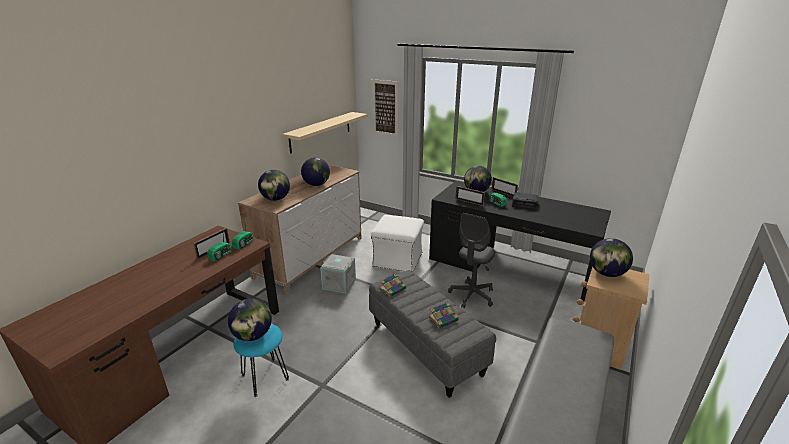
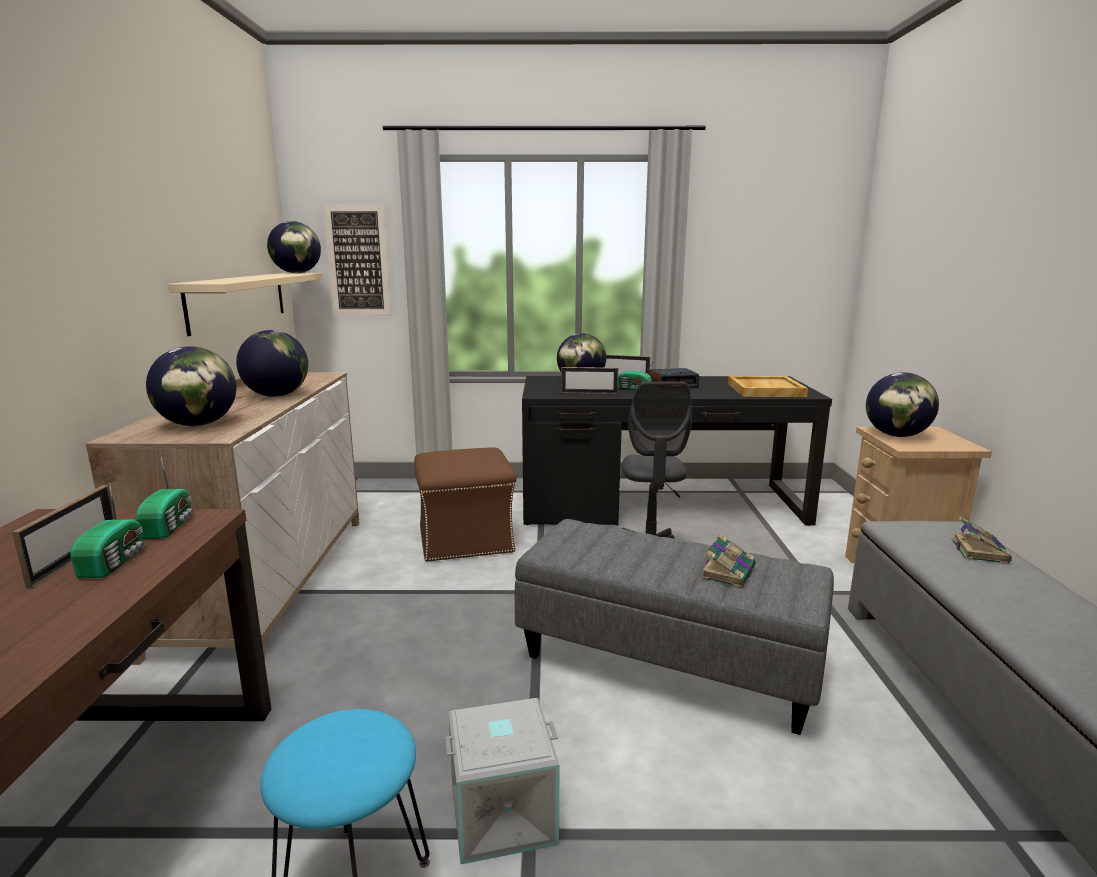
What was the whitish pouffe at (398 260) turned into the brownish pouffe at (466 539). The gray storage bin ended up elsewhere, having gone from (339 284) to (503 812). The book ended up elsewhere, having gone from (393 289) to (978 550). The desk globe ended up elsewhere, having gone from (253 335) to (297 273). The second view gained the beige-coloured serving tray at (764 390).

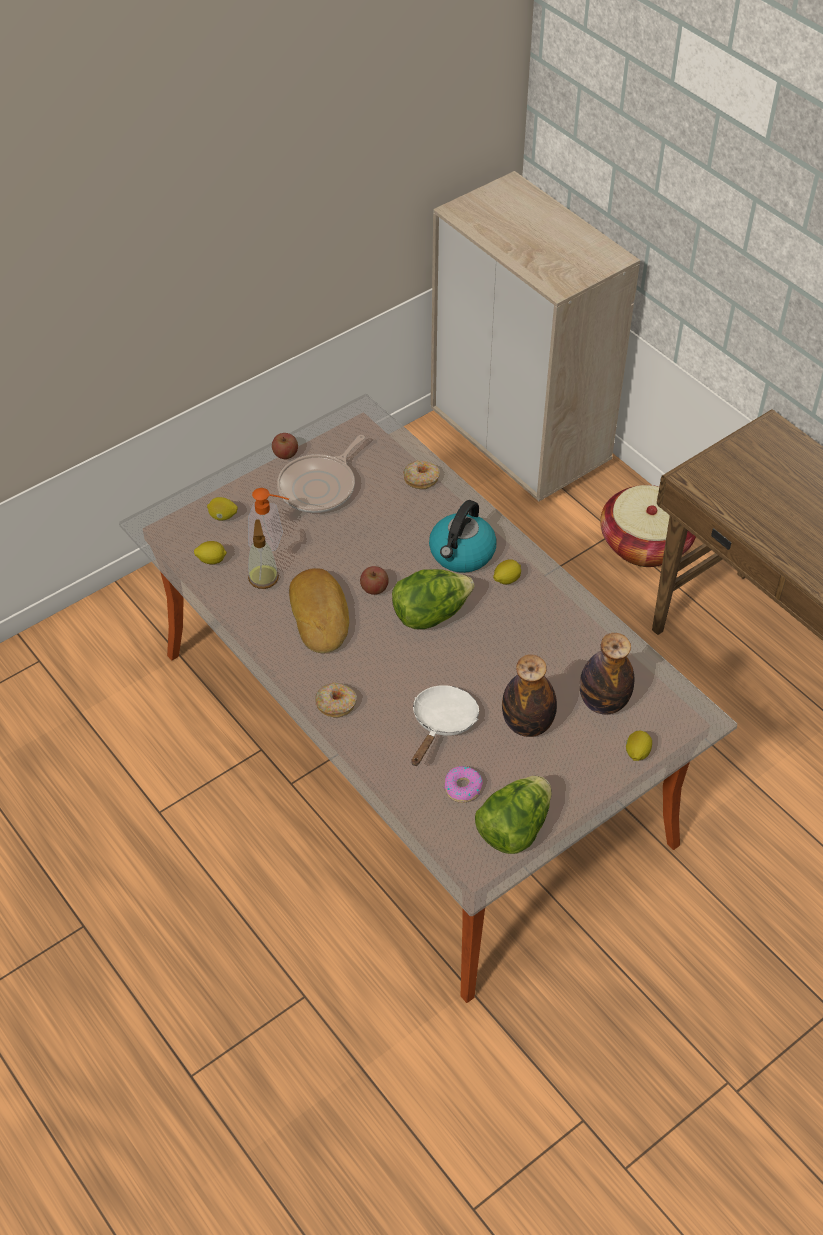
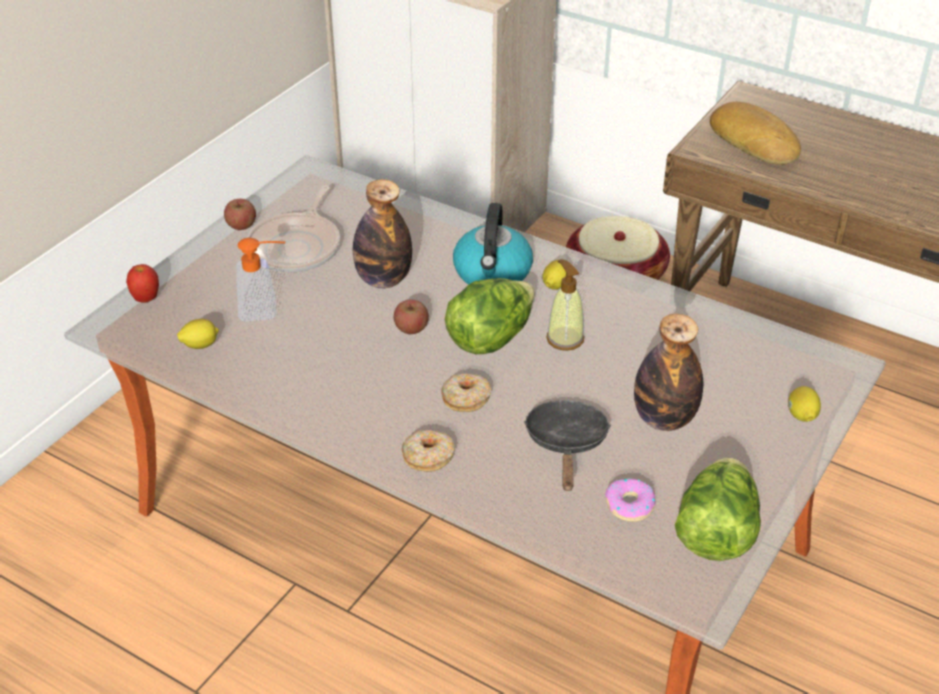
The doughnut ended up elsewhere, having gone from (421 478) to (466 398). The second view lost the citrus fruit at (223 517). The liquid soap bottle ended up elsewhere, having gone from (263 577) to (565 339). The bread ended up elsewhere, having gone from (321 615) to (755 141). The beverage bottle ended up elsewhere, having gone from (603 702) to (383 279). What was the whitish skillet at (442 723) turned into the black-coloured skillet at (566 444). The second view gained the whole apple at (146 299).

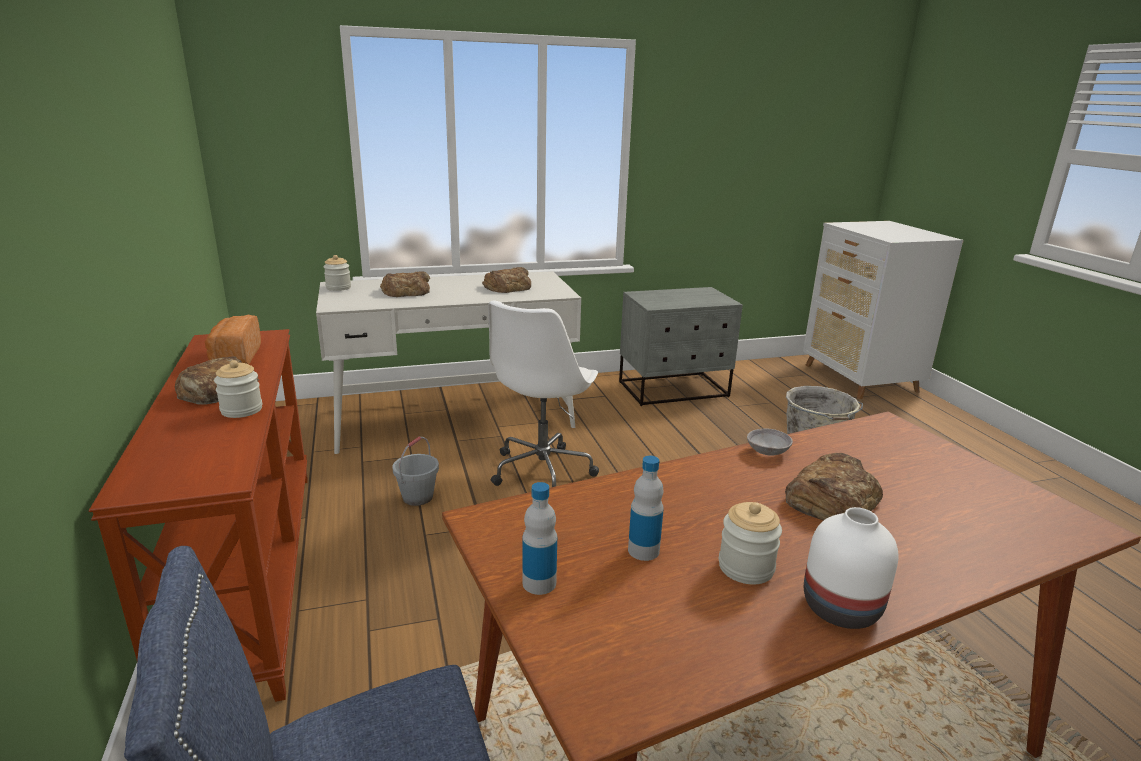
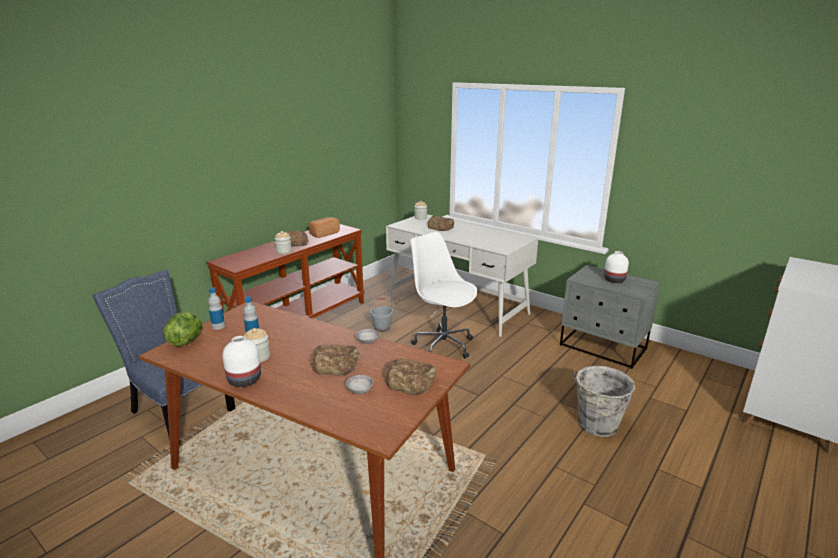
The bread ended up elsewhere, having gone from (508 287) to (410 381). The whitish office chair at (541 472) ended up facing another way, 60 degrees clockwise from before. The second view gained the whitish vase at (613 280). The second view gained the lettuce at (186 341). The second view gained the gray deep dish at (360 390).

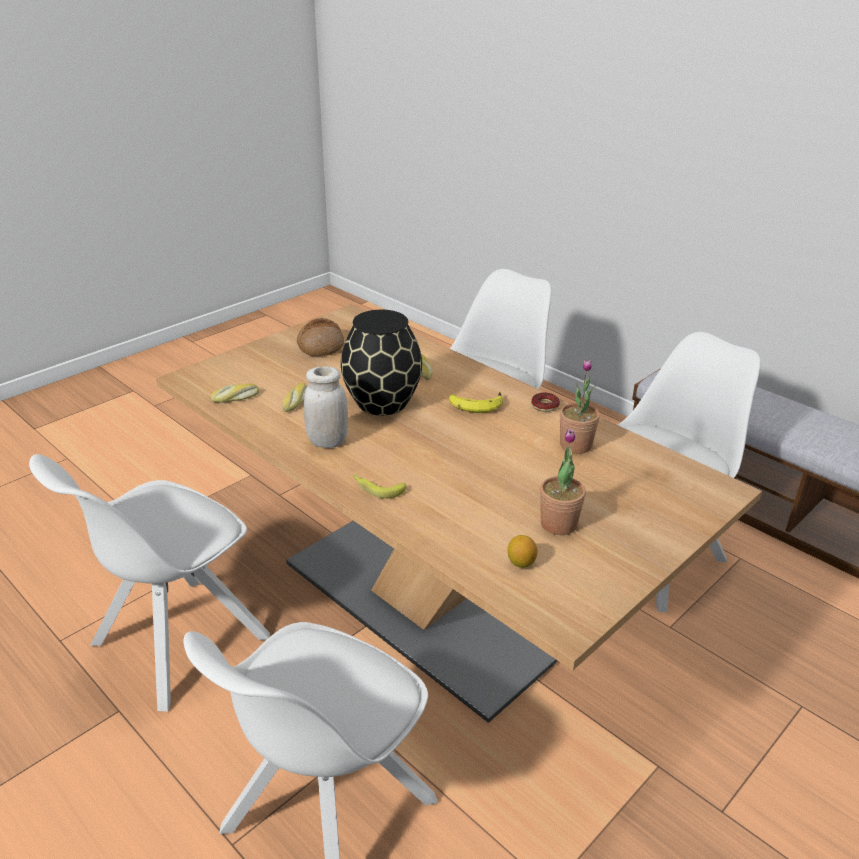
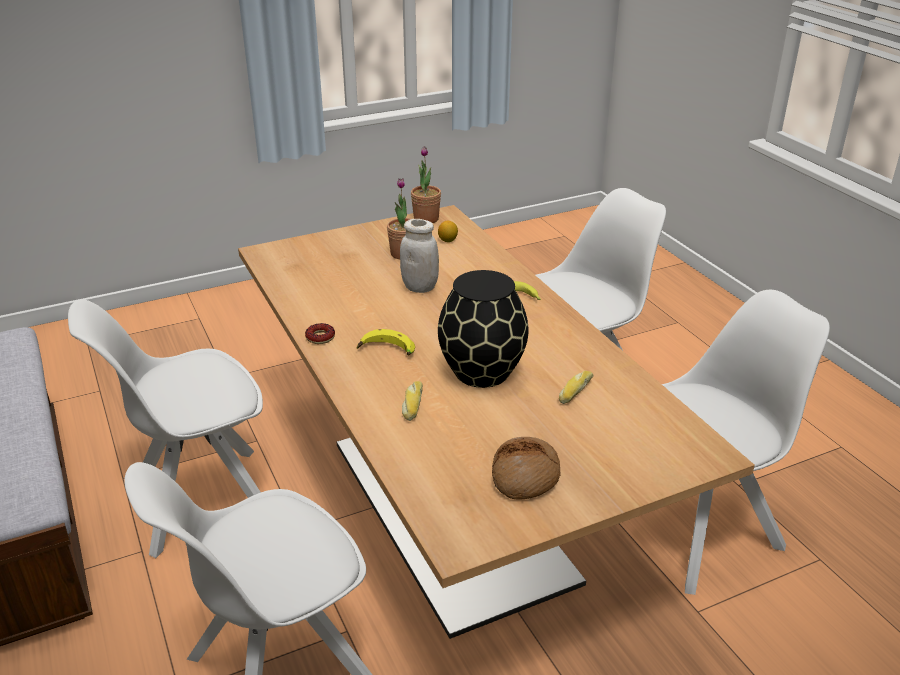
The potted plant ended up elsewhere, having gone from (575 445) to (426 219). The whitish jar ended up elsewhere, having gone from (327 441) to (420 287). The second view lost the bread at (235 398).

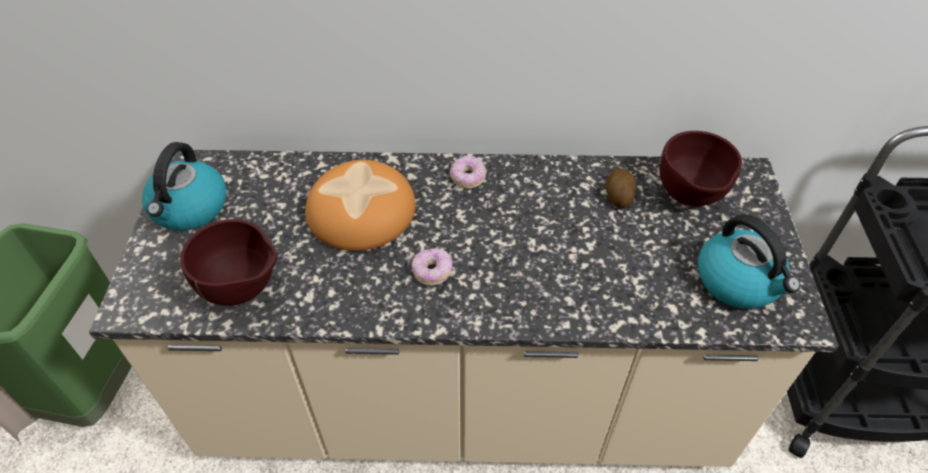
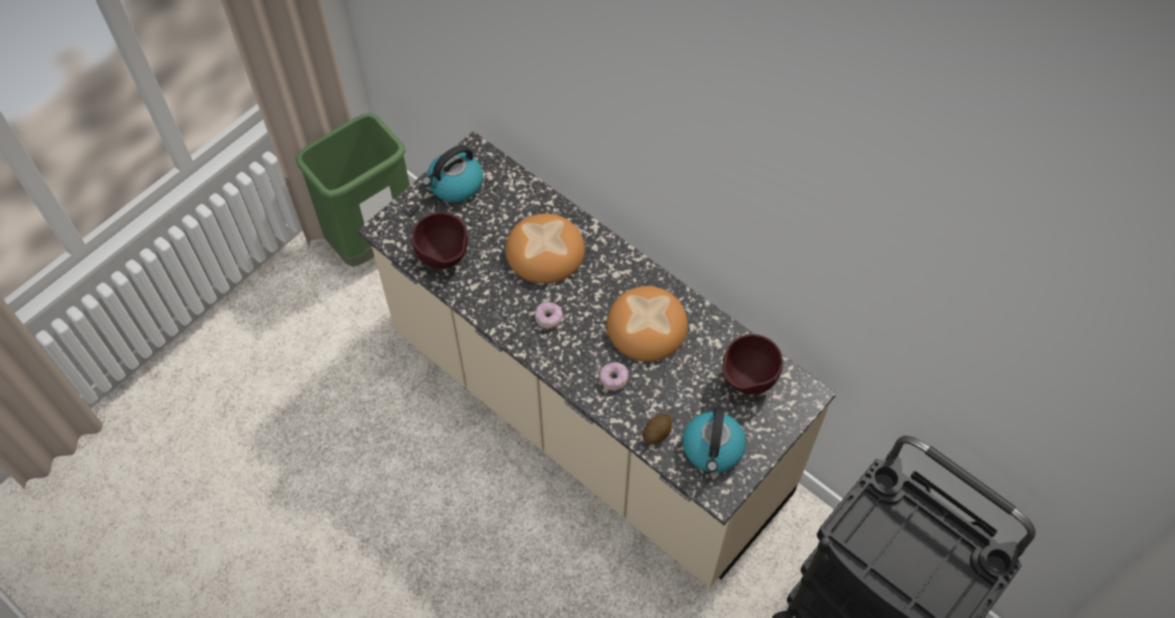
The doughnut ended up elsewhere, having gone from (467 178) to (613 379). The potato ended up elsewhere, having gone from (618 196) to (657 433). The second view gained the bread at (646 326).

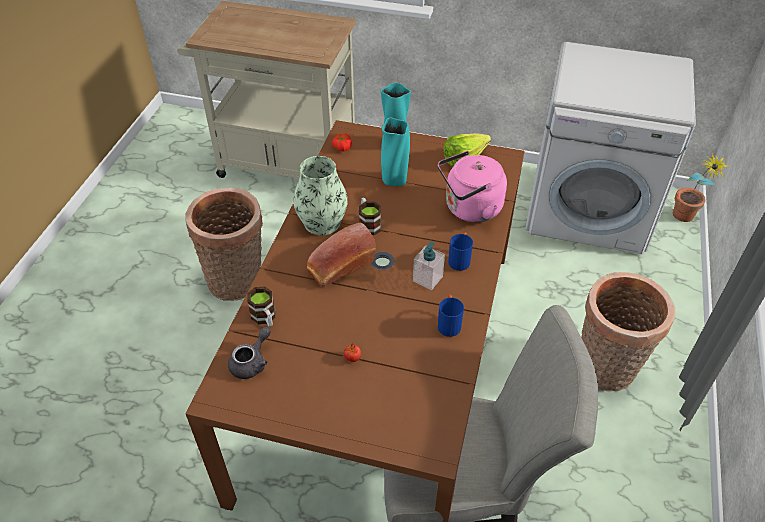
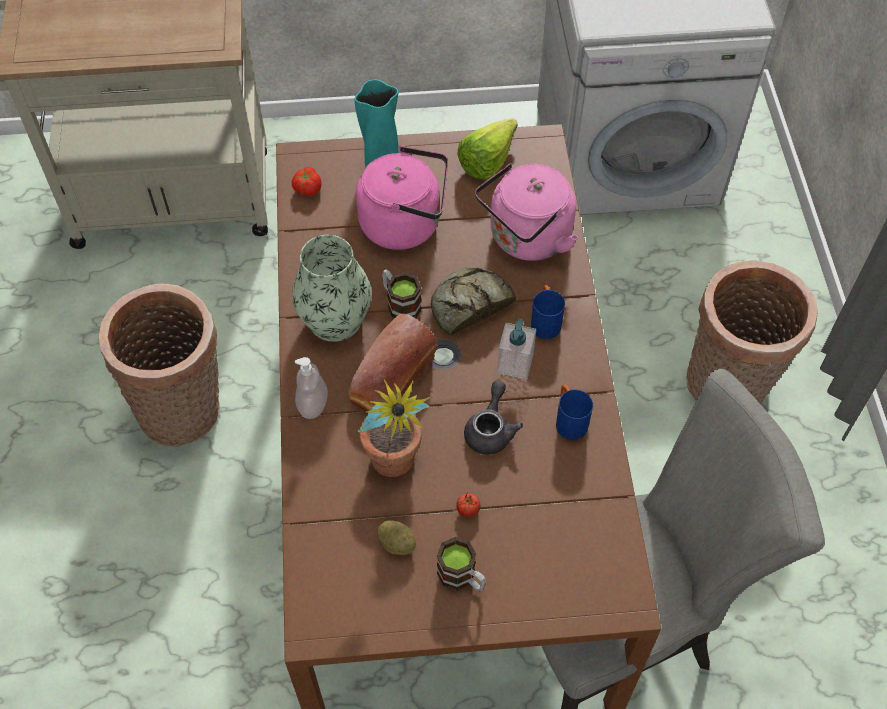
Where the turquoise vase stood at (394 181), the pinkish water kettle came to stand at (406 224). The potted plant ended up elsewhere, having gone from (684 219) to (395 470). The tea mug ended up elsewhere, having gone from (265 318) to (462 577). The gray teapot ended up elsewhere, having gone from (252 362) to (490 430). The second view gained the bread at (469 304). The second view gained the liquid soap bottle at (313 404). The second view gained the potato at (396 544).

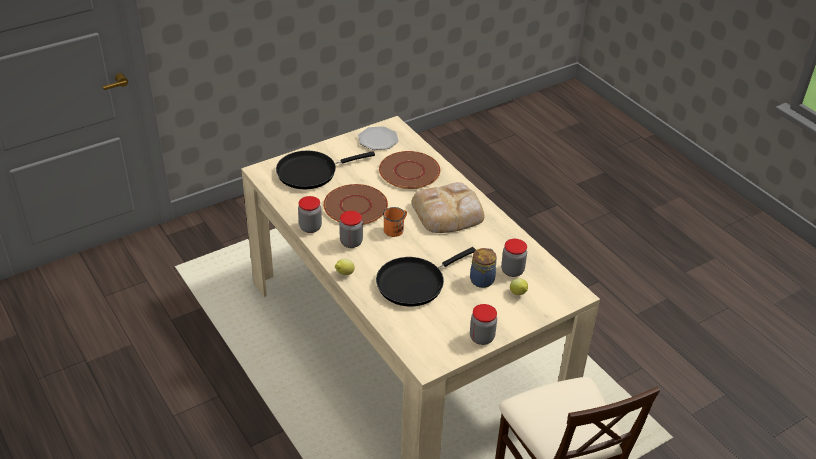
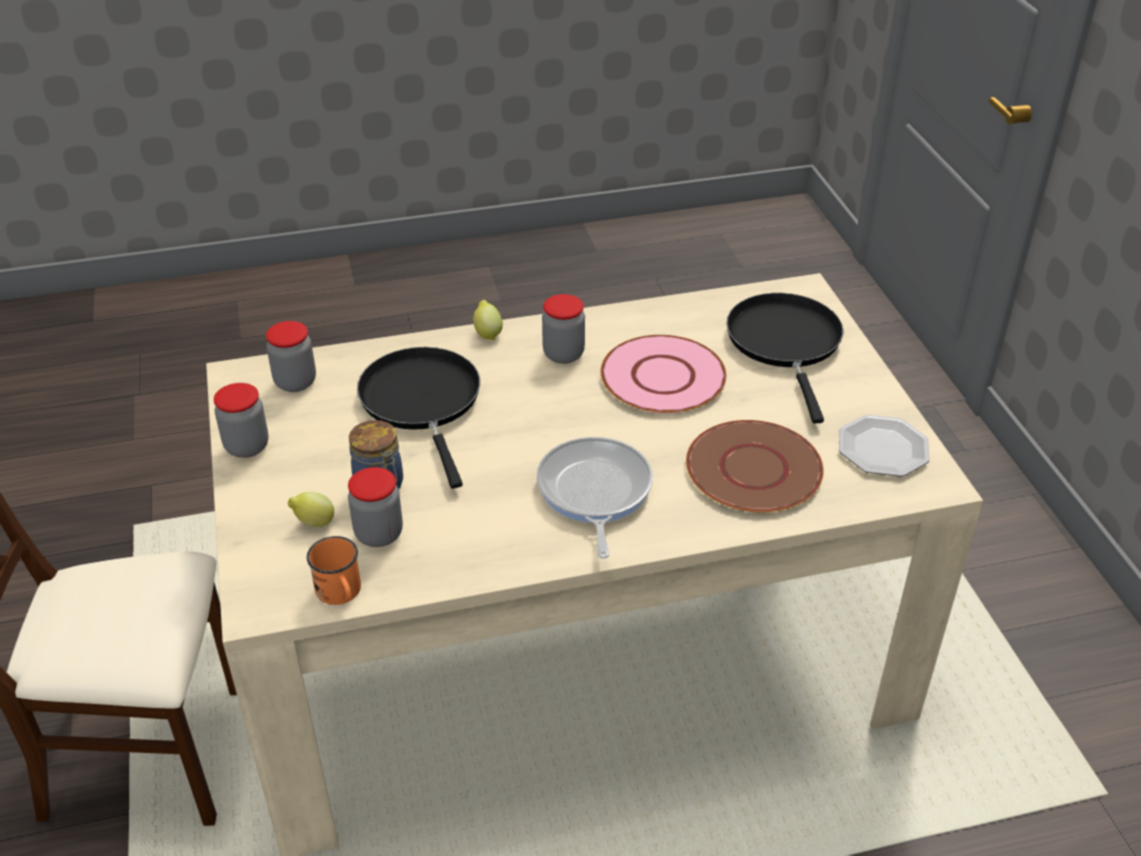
Where the bread stood at (449 213), the skillet came to stand at (594 492). What was the brownish plate at (355 206) turned into the pinkish plate at (663 377). The jar ended up elsewhere, having gone from (310 227) to (295 382). The orange tea mug ended up elsewhere, having gone from (396 229) to (341 594).

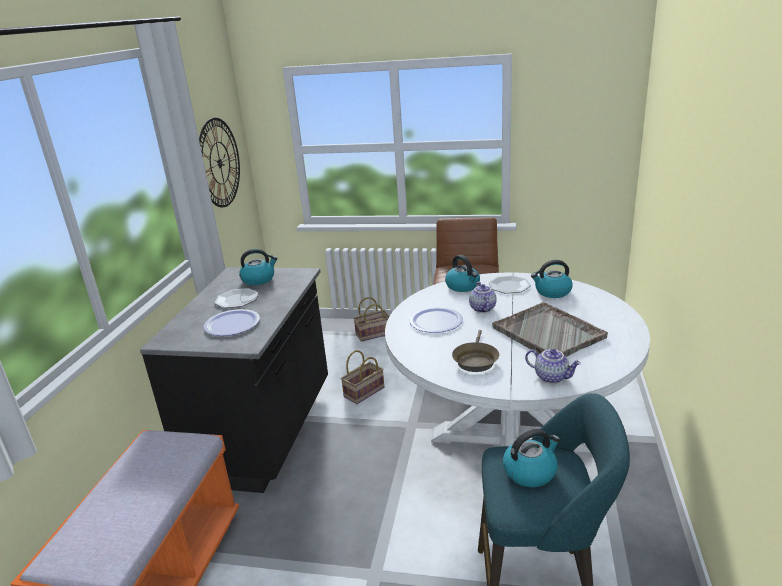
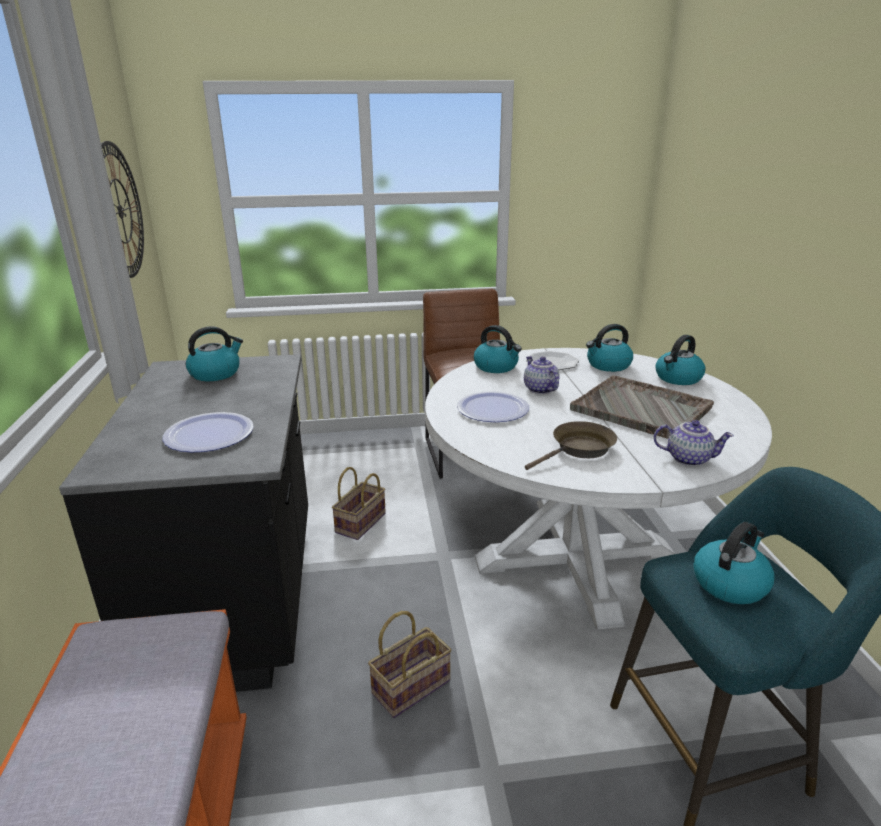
The second view lost the plate at (237 300). The household basket ended up elsewhere, having gone from (374 333) to (411 685). The brownish skillet at (475 360) ended up facing another way, 120 degrees counterclockwise from before. The second view gained the water kettle at (678 378).

